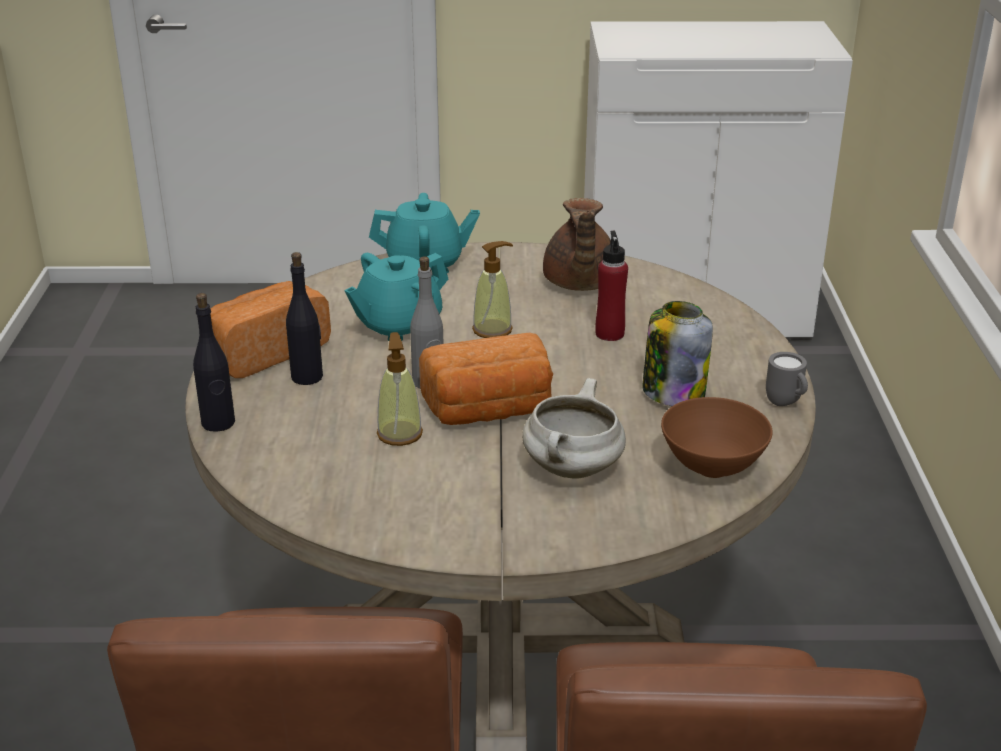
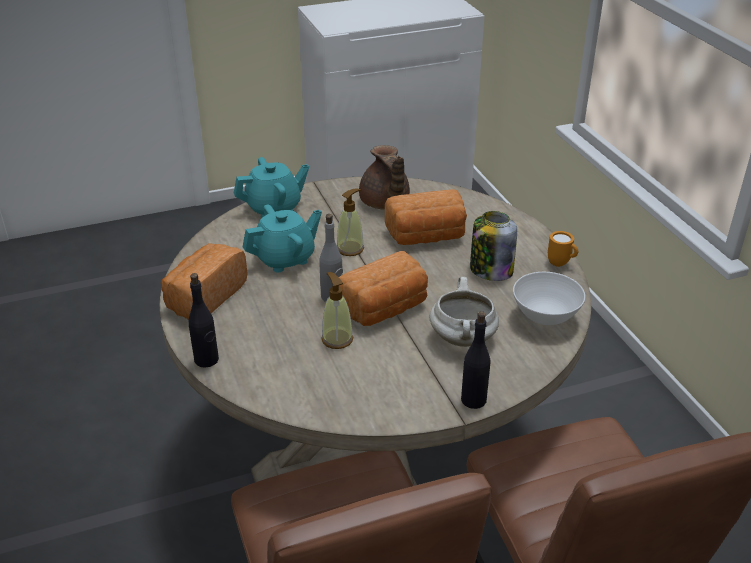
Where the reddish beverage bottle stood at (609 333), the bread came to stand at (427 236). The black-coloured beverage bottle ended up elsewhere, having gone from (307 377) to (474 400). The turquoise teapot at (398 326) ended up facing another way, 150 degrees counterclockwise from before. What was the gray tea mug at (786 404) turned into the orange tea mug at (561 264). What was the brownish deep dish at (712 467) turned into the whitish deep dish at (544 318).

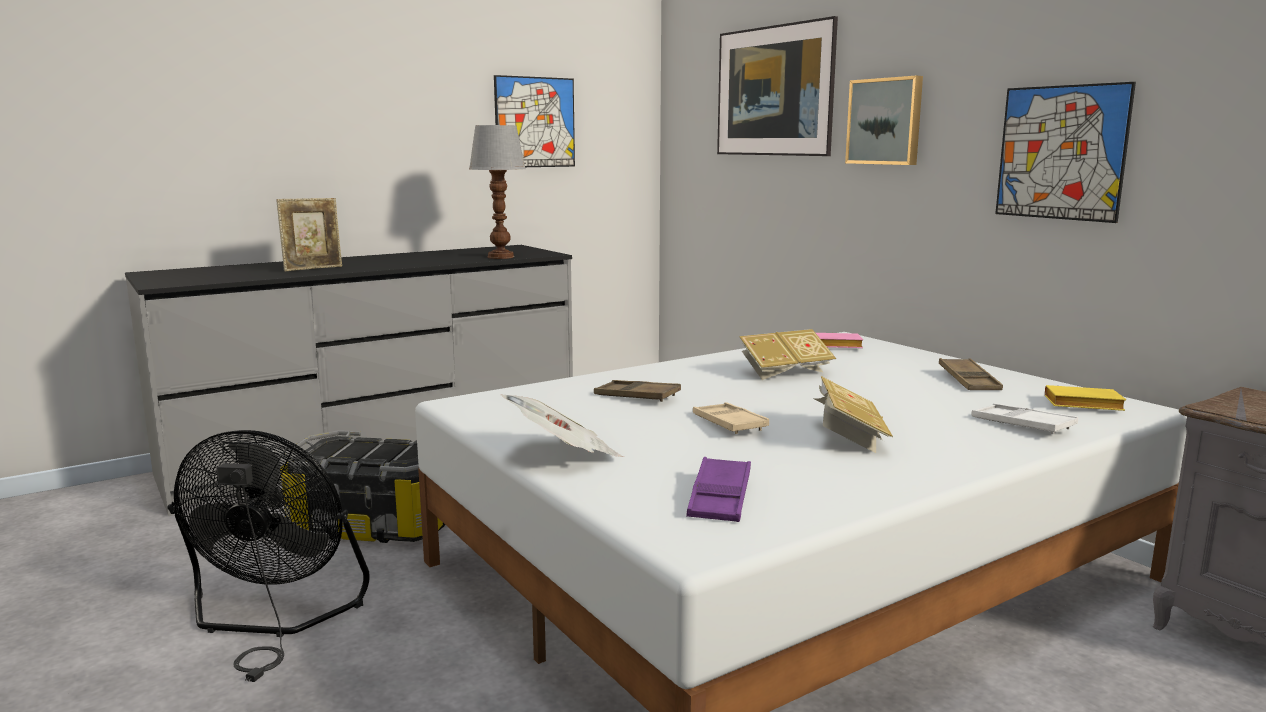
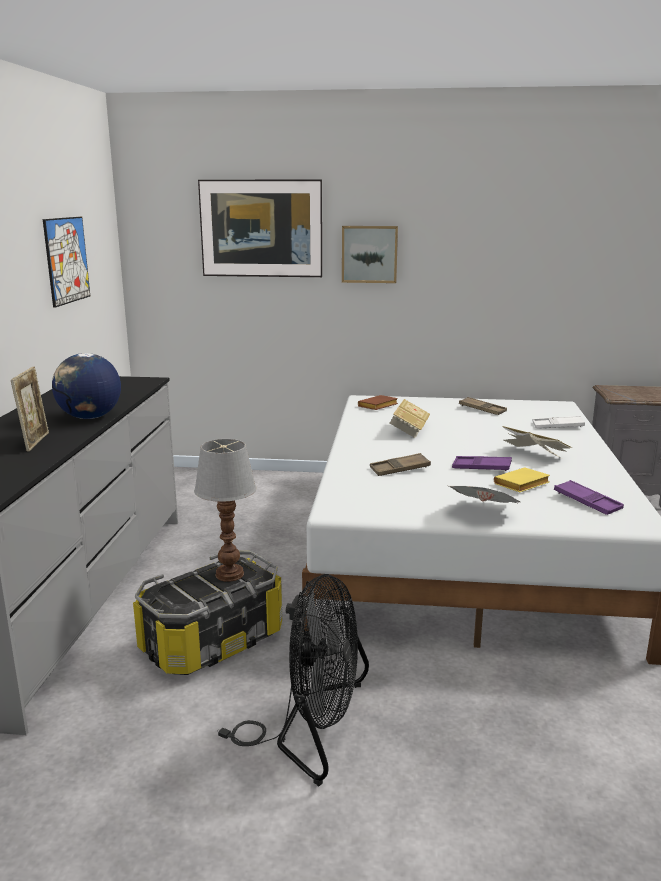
The second view lost the wall art at (1061 152). The tabletop lamp ended up elsewhere, having gone from (499 257) to (229 575). What was the pinkish book at (833 346) turned into the brownish book at (377 406). The yellow-coloured book ended up elsewhere, having gone from (1081 405) to (521 485). What was the beige-coloured serving tray at (729 424) turned into the purplish serving tray at (481 467). The black-coloured fan at (266 620) ended up facing another way, 150 degrees clockwise from before. The second view gained the desk globe at (90 417).

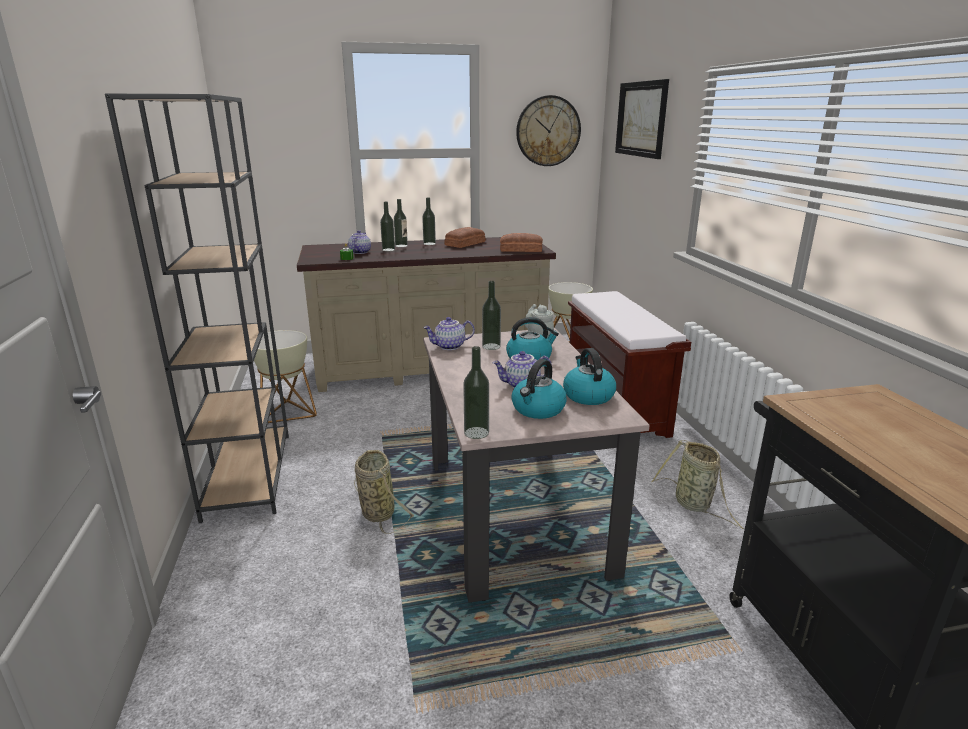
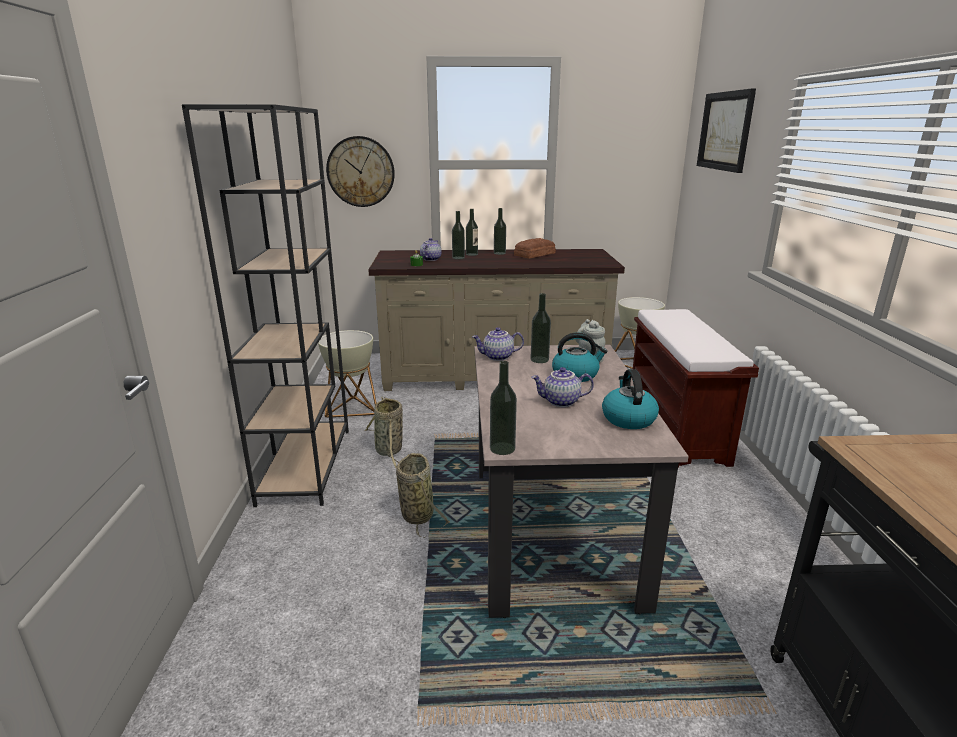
The hanging clock ended up elsewhere, having gone from (548 131) to (360 172). The second view lost the bread at (521 249). The second view lost the water kettle at (538 409). The household basket ended up elsewhere, having gone from (695 505) to (389 451).

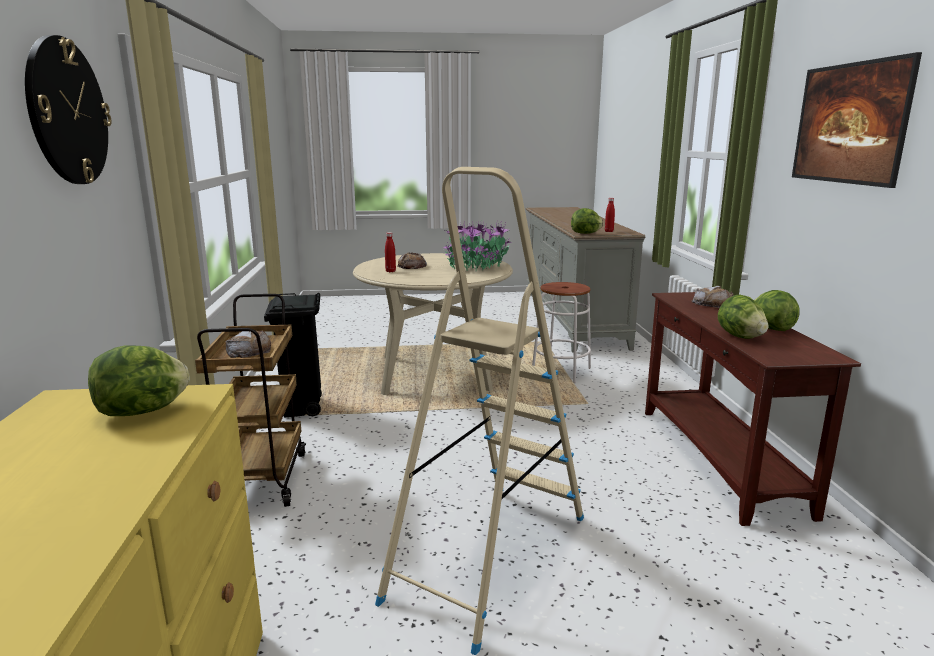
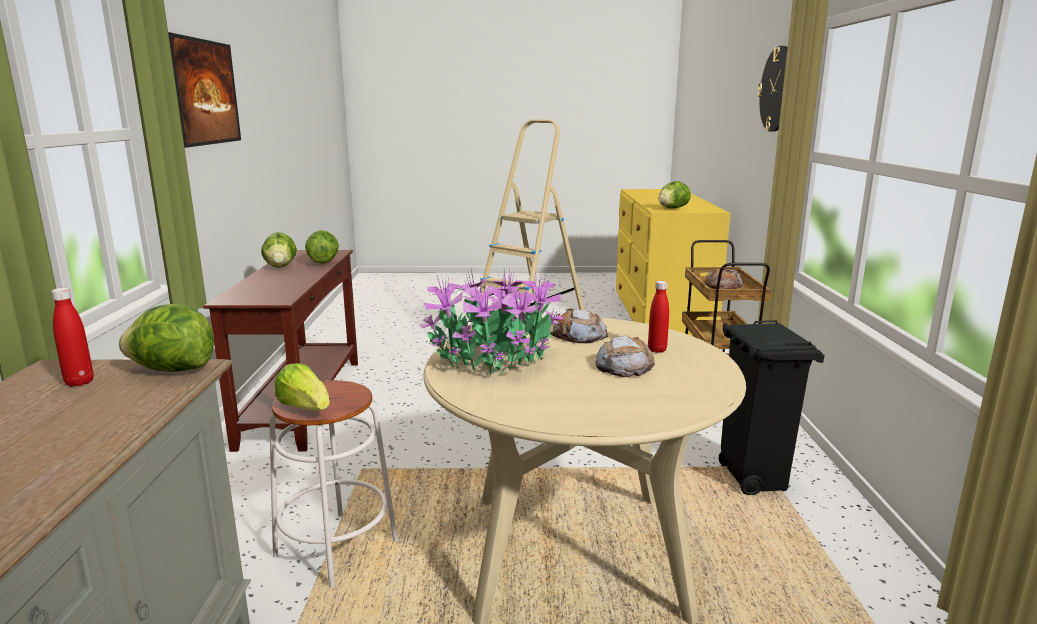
The bread ended up elsewhere, having gone from (712 303) to (579 335). The second view gained the lettuce at (305 408).

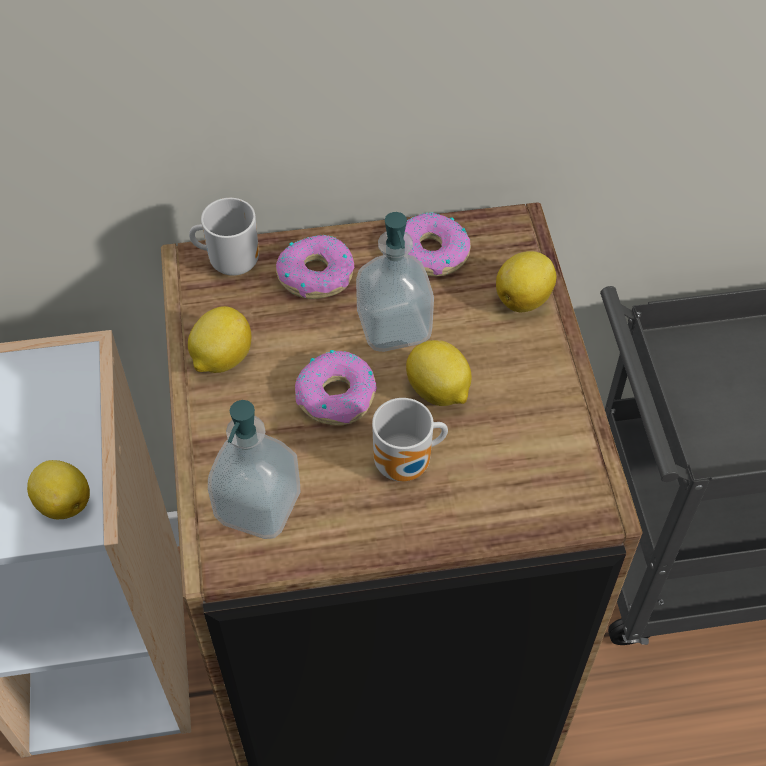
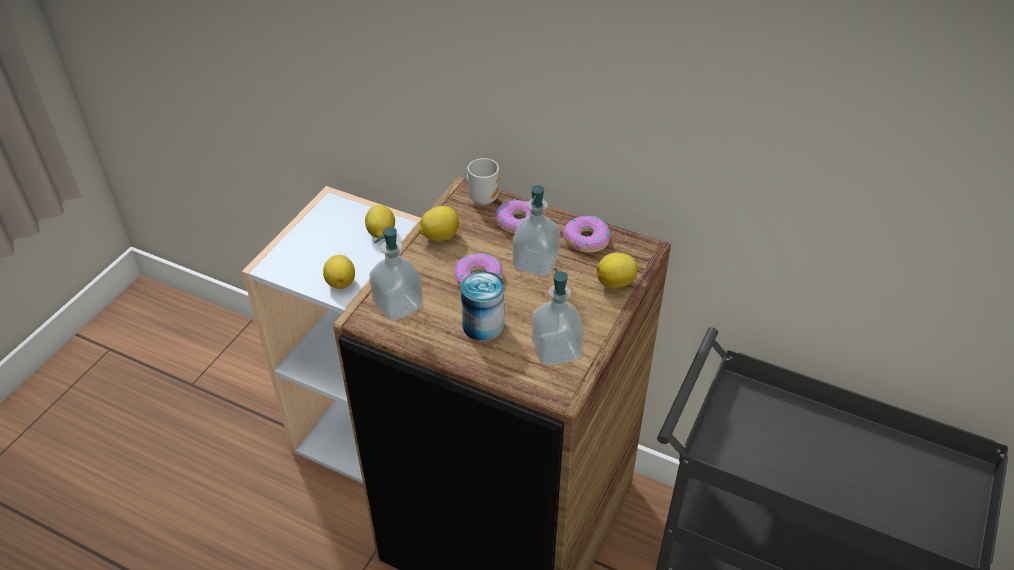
The citrus fruit ended up elsewhere, having gone from (438 391) to (381 233). Where the tea mug stood at (407 466), the can came to stand at (483 325). The second view gained the liquid soap bottle at (556 350).

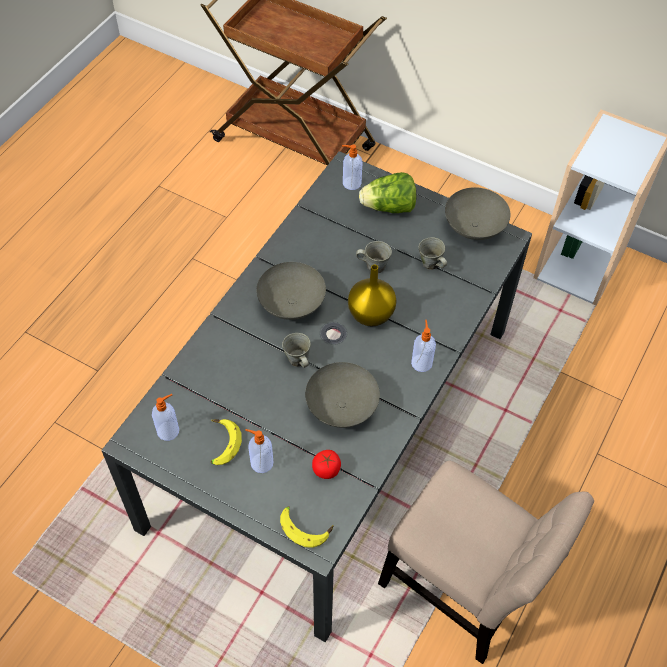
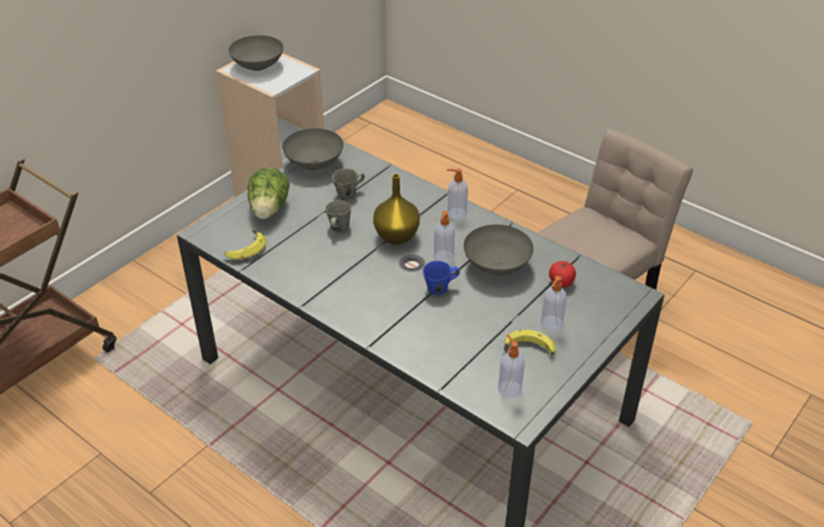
The liquid soap bottle ended up elsewhere, having gone from (351 183) to (443 257). The gray deep dish ended up elsewhere, having gone from (291 305) to (259 66). What was the gray tea mug at (298 360) turned into the blue-coloured tea mug at (439 288). The whole banana ended up elsewhere, having gone from (306 526) to (245 249).

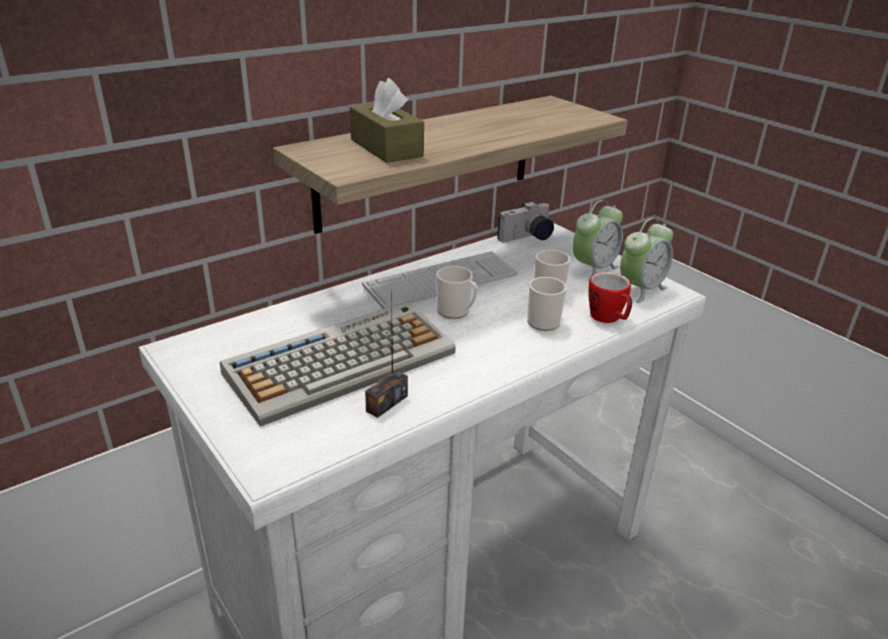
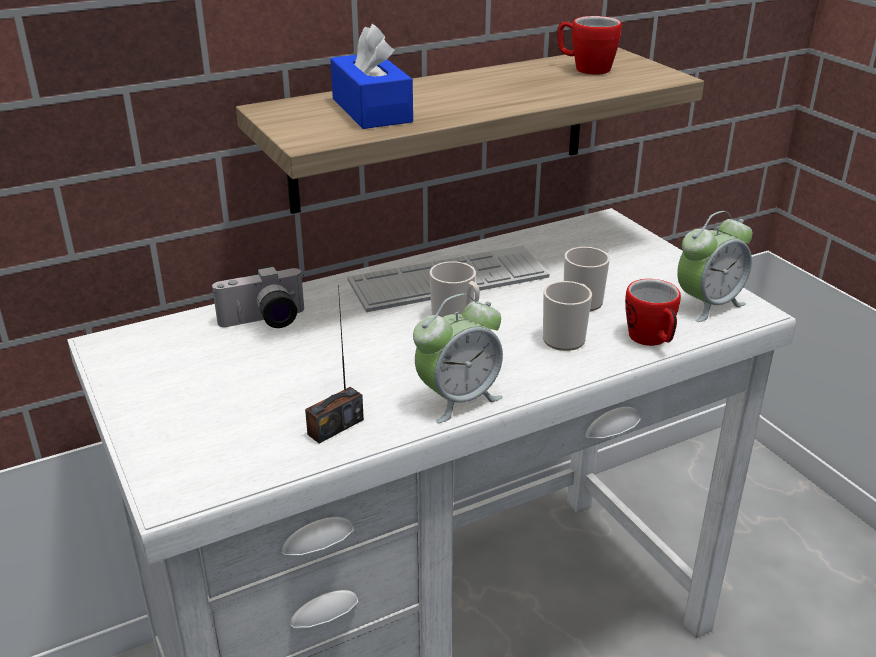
What was the brownish box of tissues at (386 148) turned into the blue-coloured box of tissues at (371 110). The table clock ended up elsewhere, having gone from (593 269) to (458 399). The still camera ended up elsewhere, having gone from (528 238) to (264 322). The second view lost the computer keyboard at (342 361). The second view gained the tea mug at (585 69).

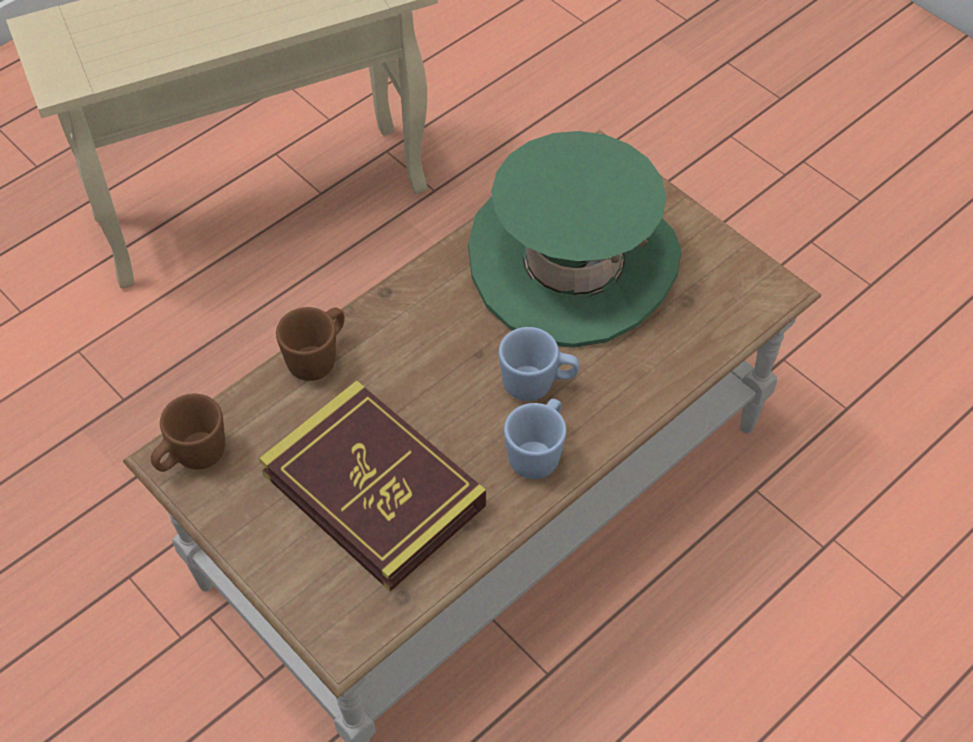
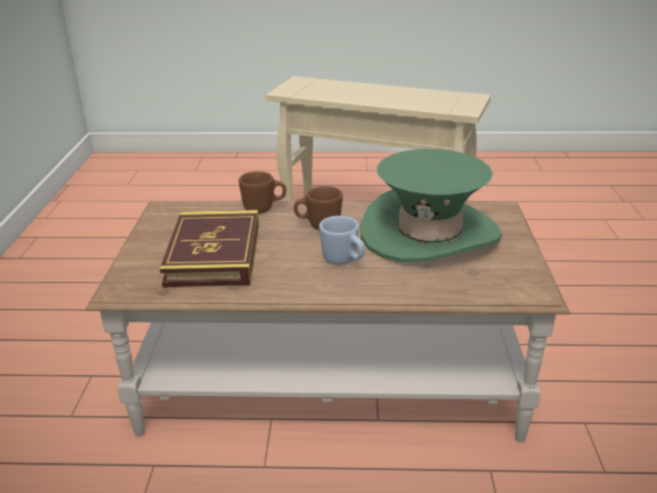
The brownish tea mug ended up elsewhere, having gone from (192 458) to (318 225). The second view lost the blue-coloured tea mug at (538 452).

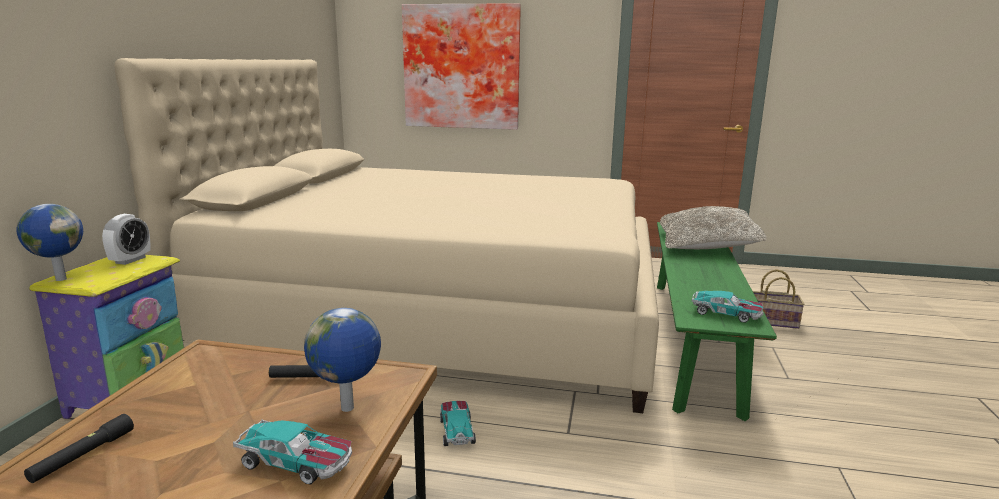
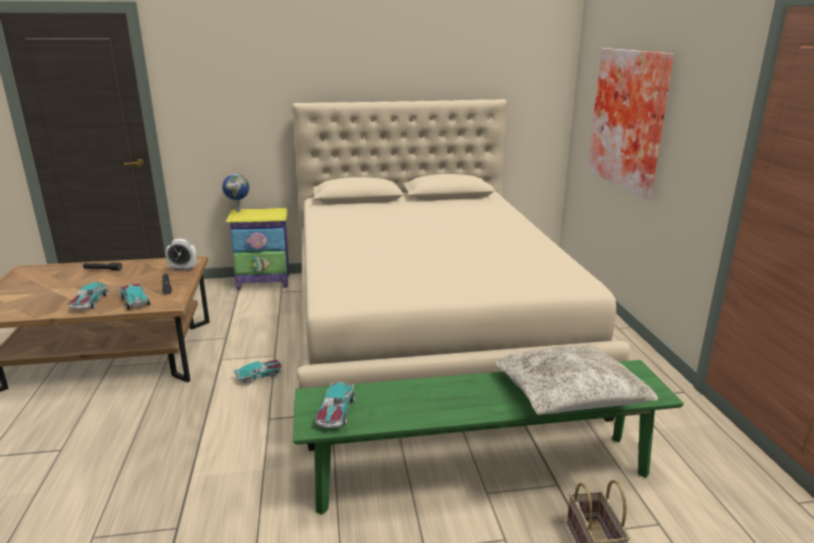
The table clock ended up elsewhere, having gone from (130 260) to (183 268). Where the desk globe stood at (348 409), the model car came to stand at (135 301).

